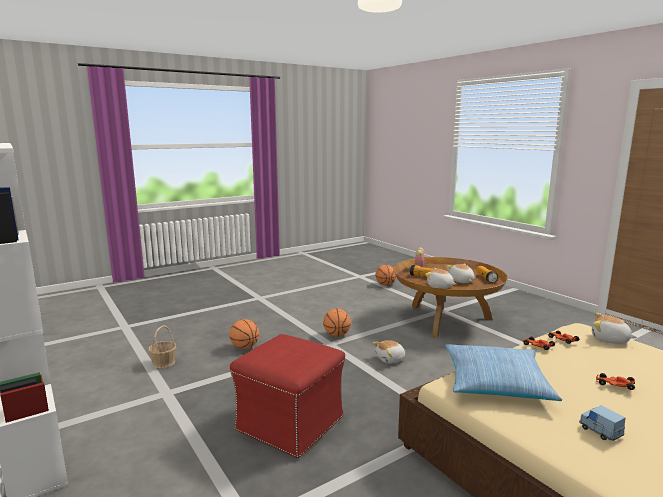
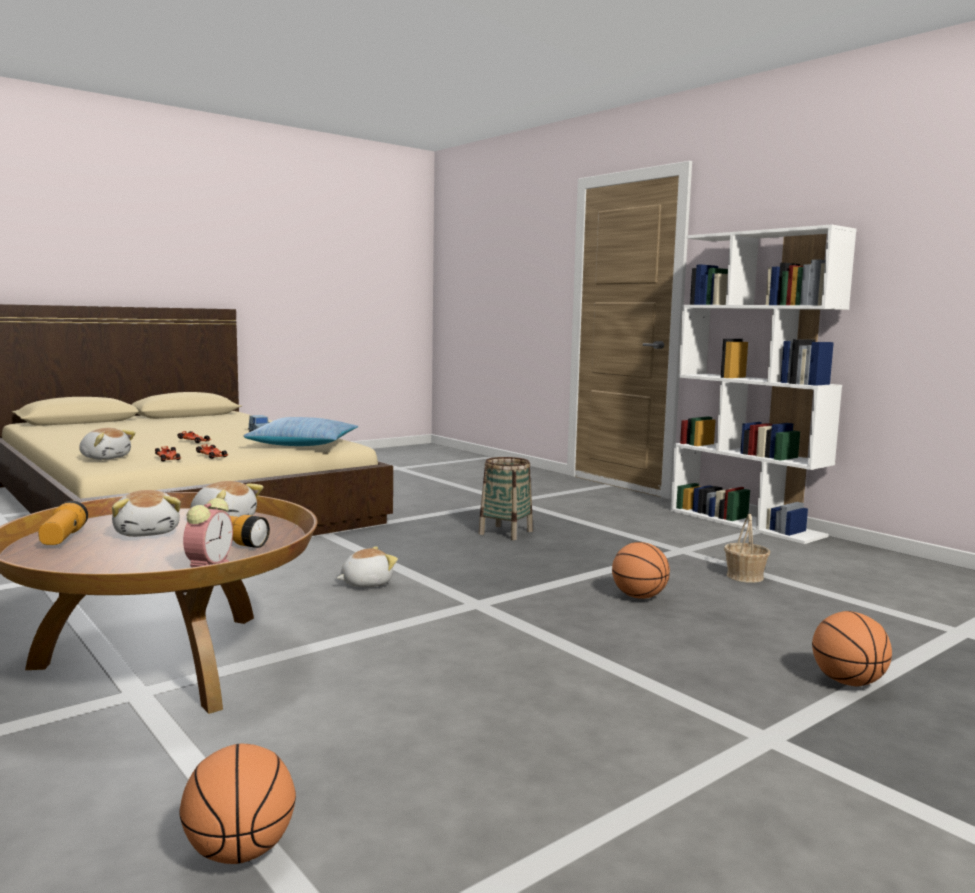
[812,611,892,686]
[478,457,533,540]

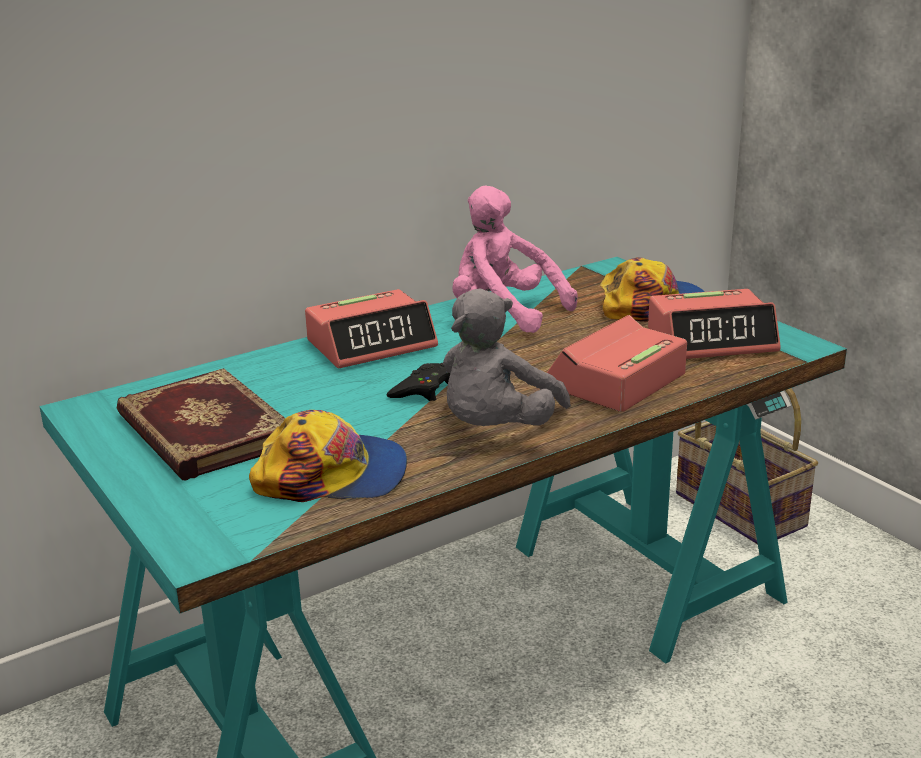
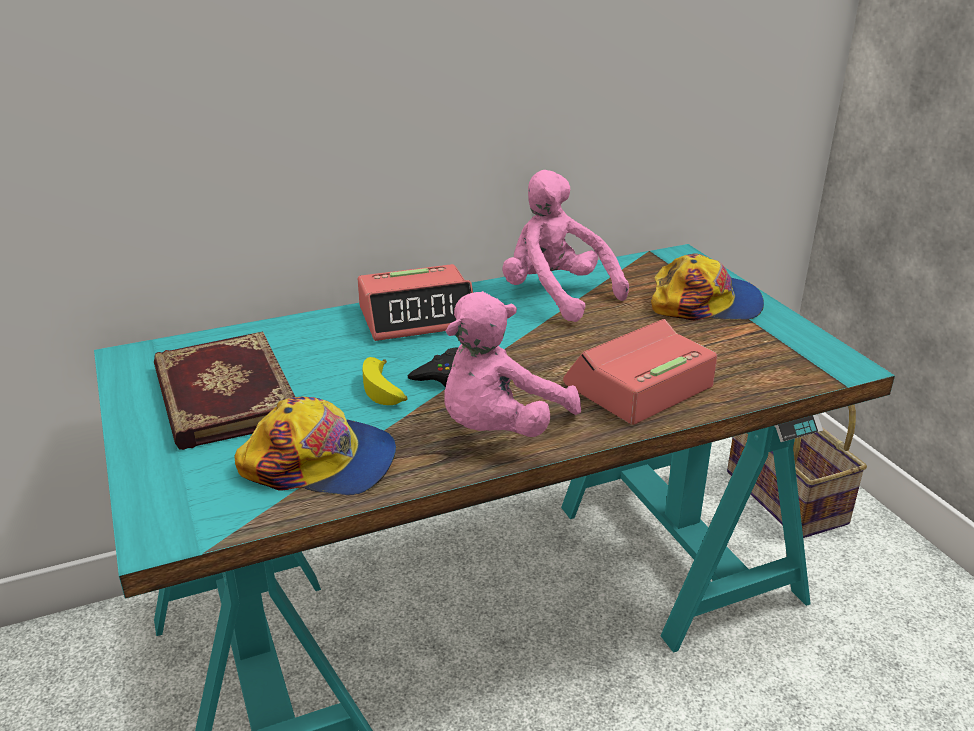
[444,291,581,437]
[648,289,781,359] (first image)
[363,357,407,405]

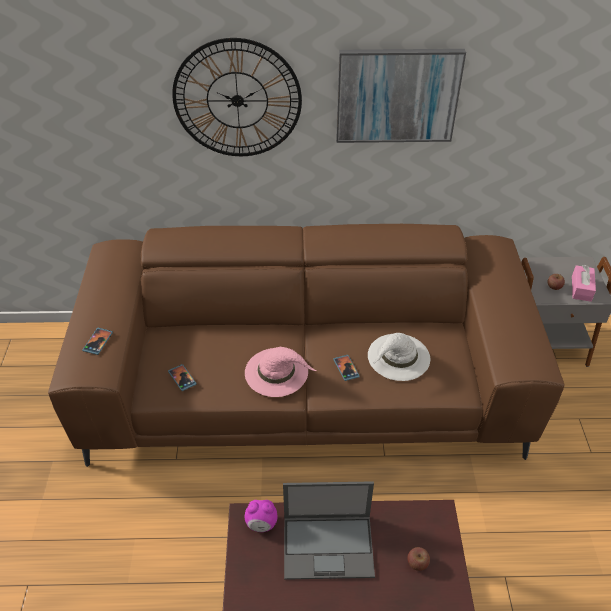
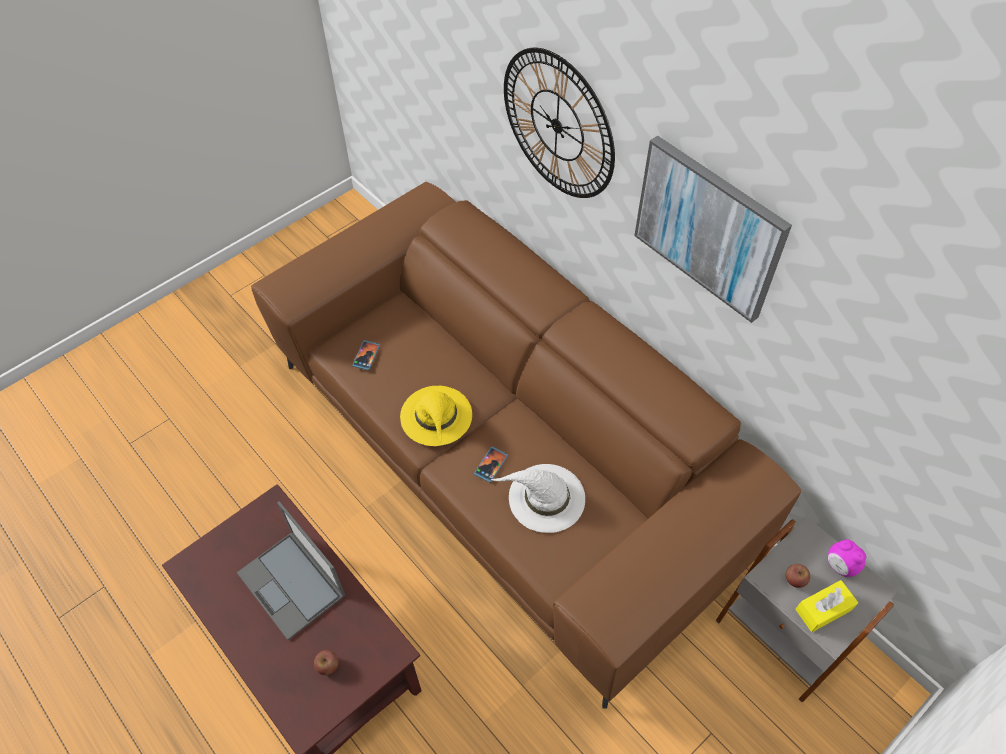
[795,580,858,632]
[82,328,113,355] (first image)
[400,386,472,446]
[828,539,867,577]

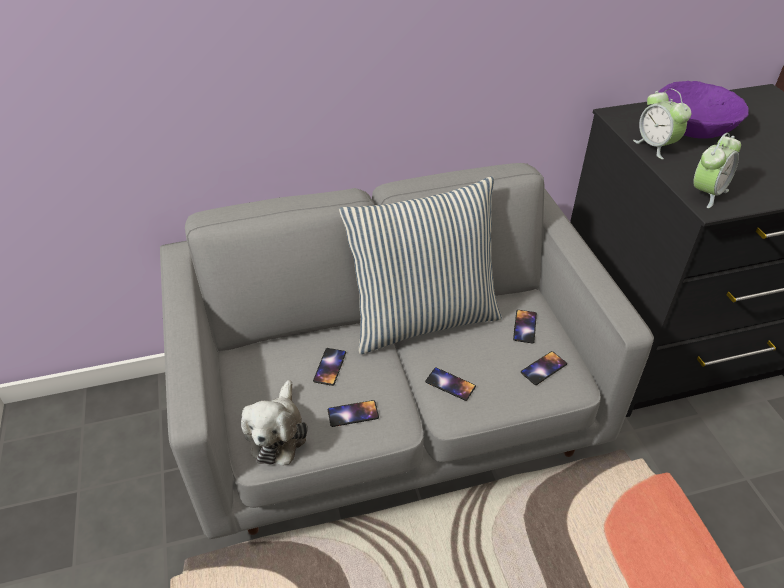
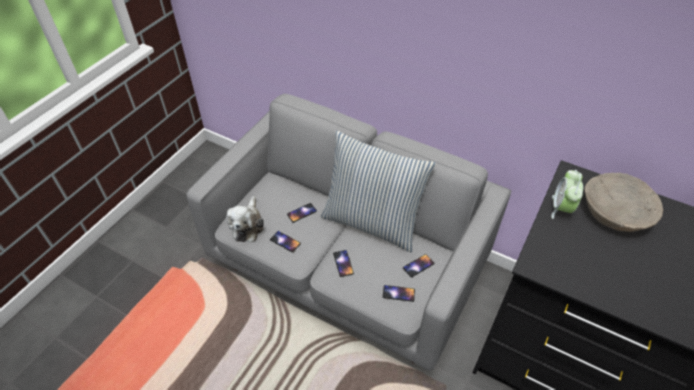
[585,173,663,232]
[693,133,741,208] (first image)
[226,196,264,242]

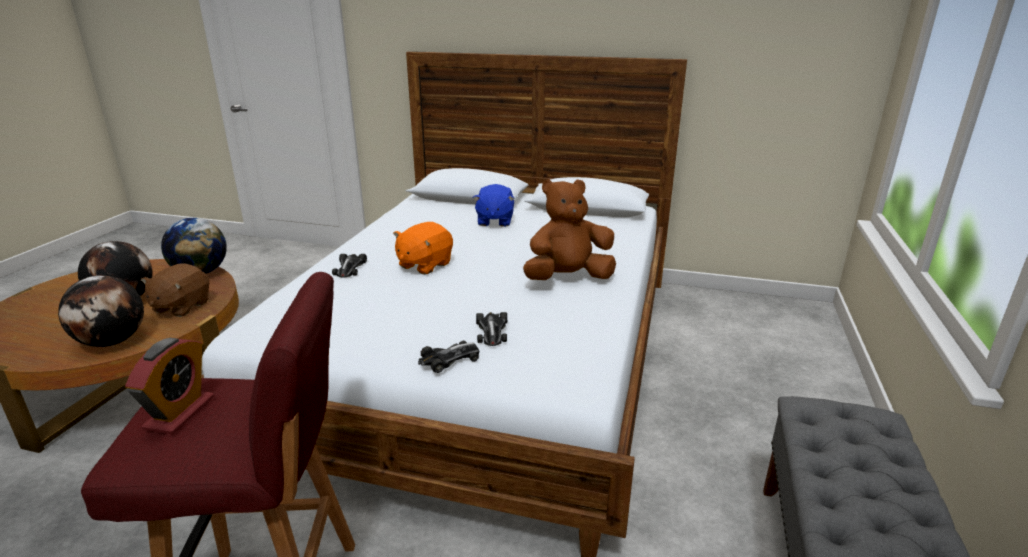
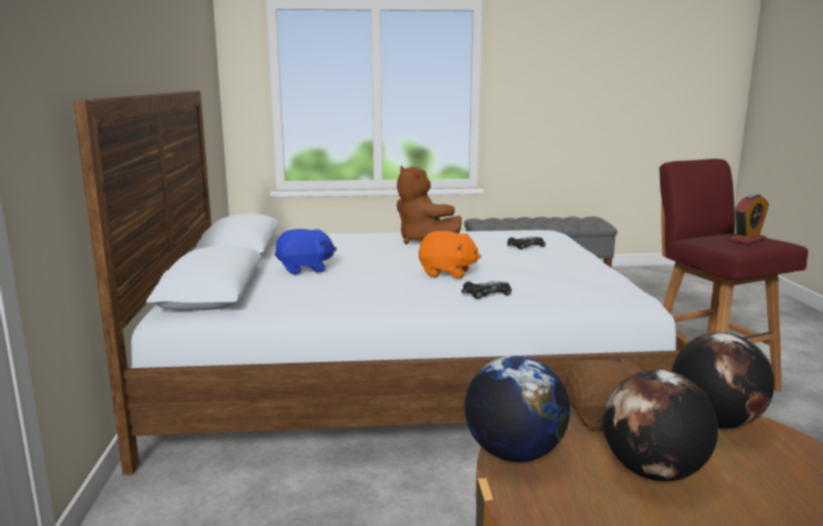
[729,194,769,244]
[418,341,480,373] (first image)

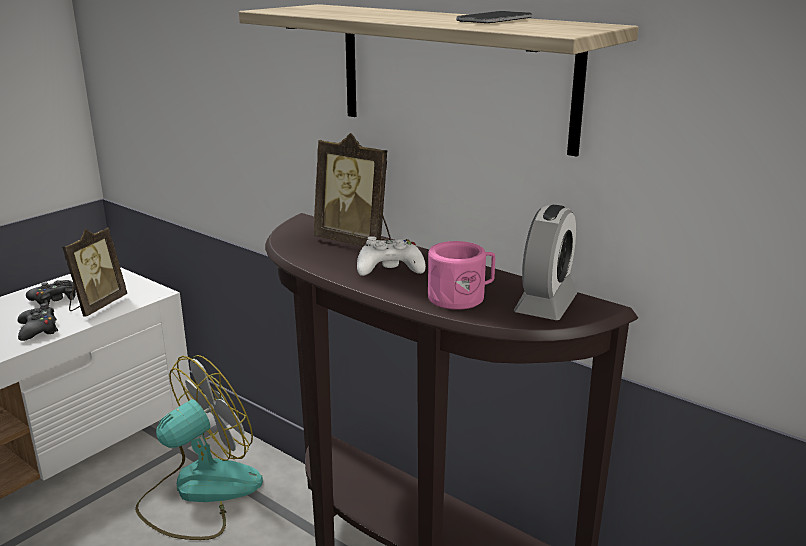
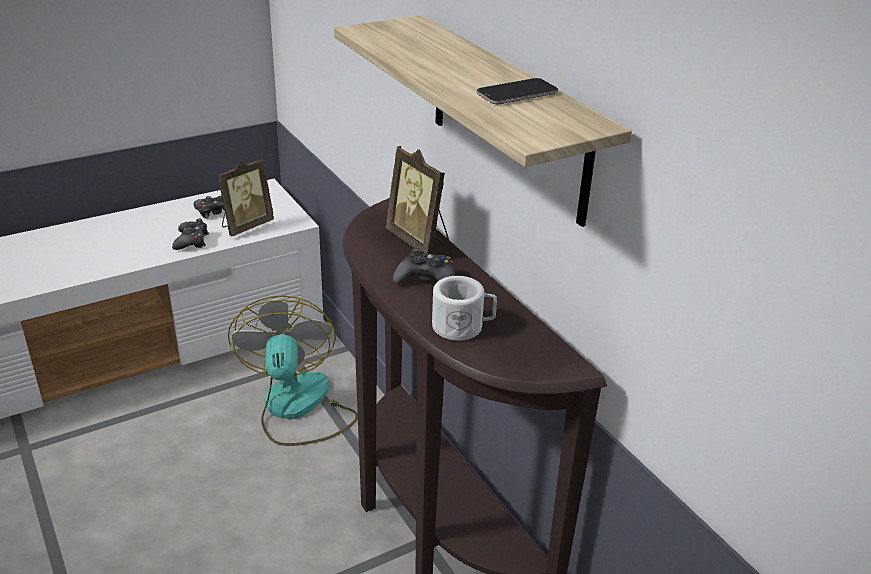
[513,205,577,320] (first image)
[393,248,455,284]
[432,276,497,341]
[228,295,358,446]

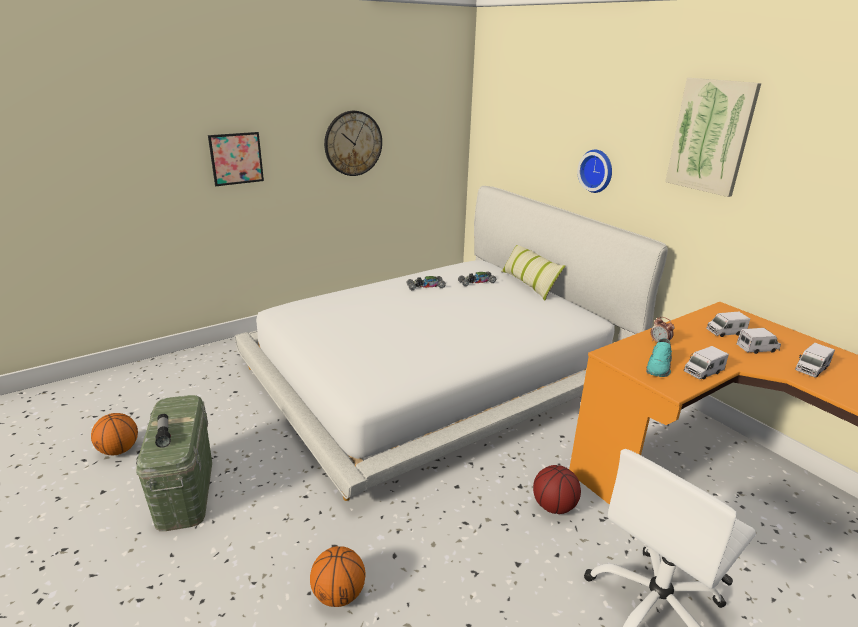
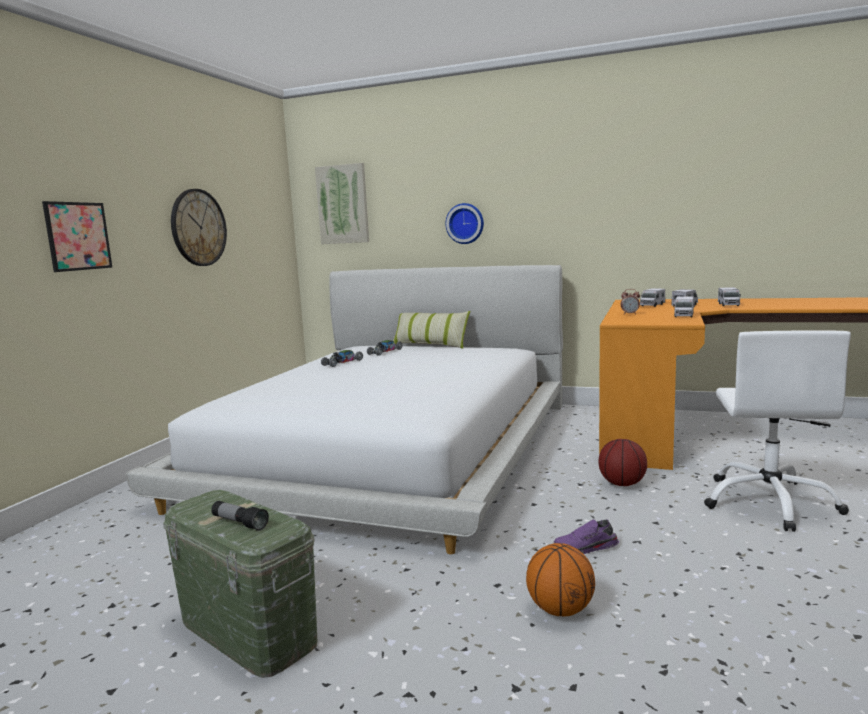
[315,163,369,244]
[646,338,672,377] (first image)
[91,413,138,455] (first image)
[554,520,619,554]

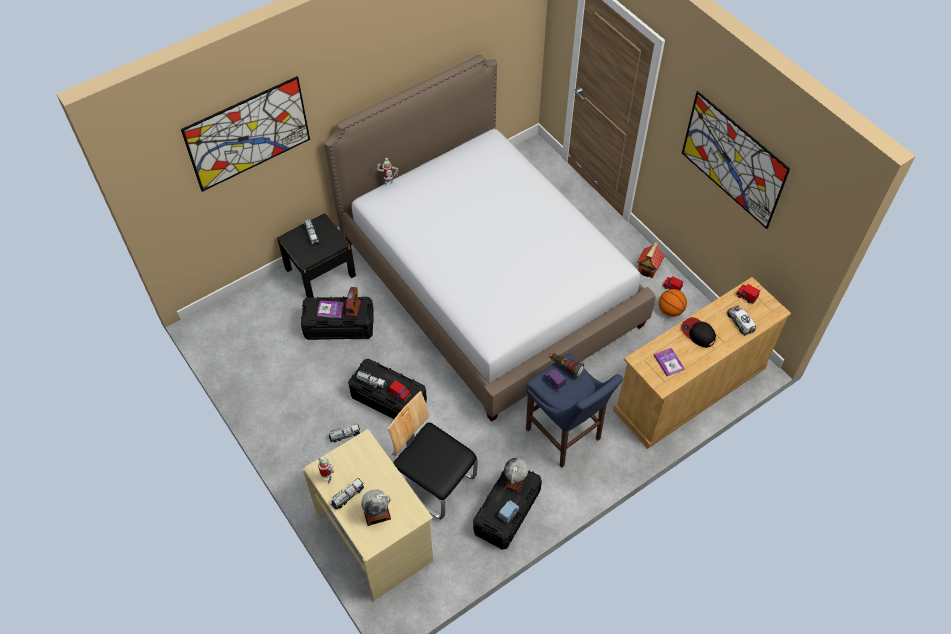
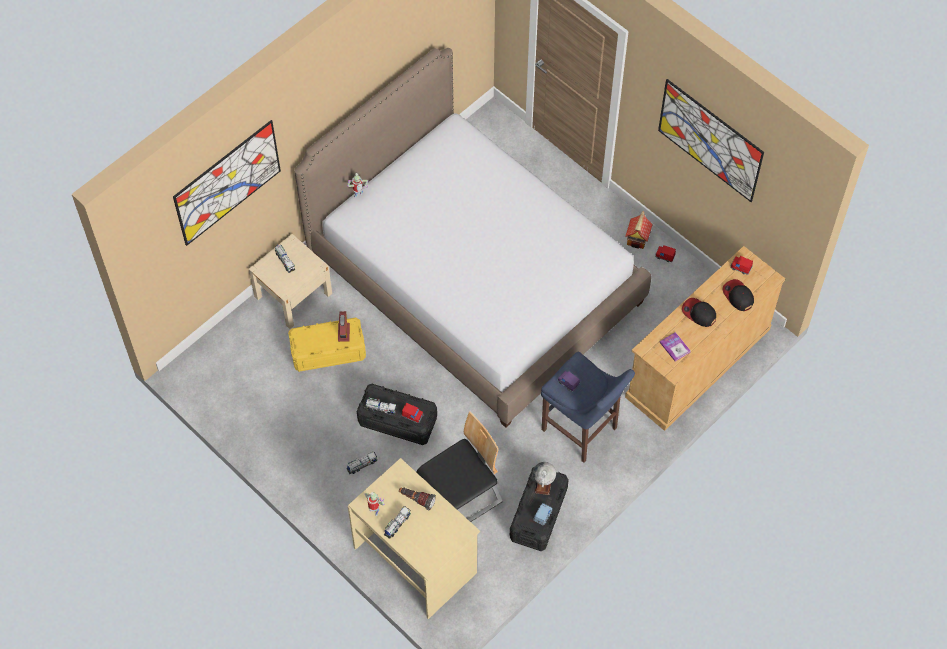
[249,234,332,329]
[659,289,687,317] (first image)
[288,317,366,372]
[317,301,344,318] (first image)
[722,279,754,311]
[399,488,436,510]
[416,412,503,522]
[361,489,391,526] (first image)

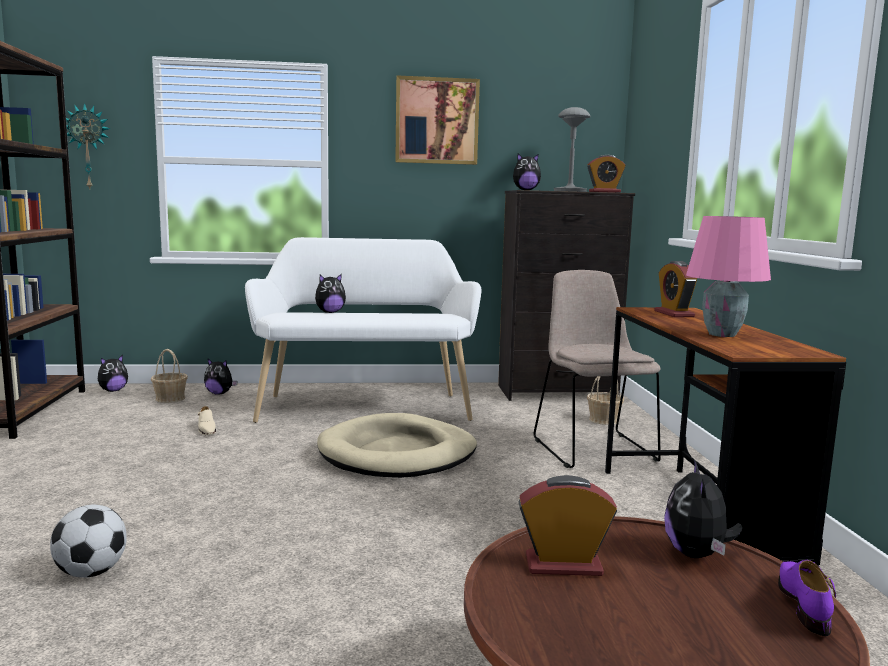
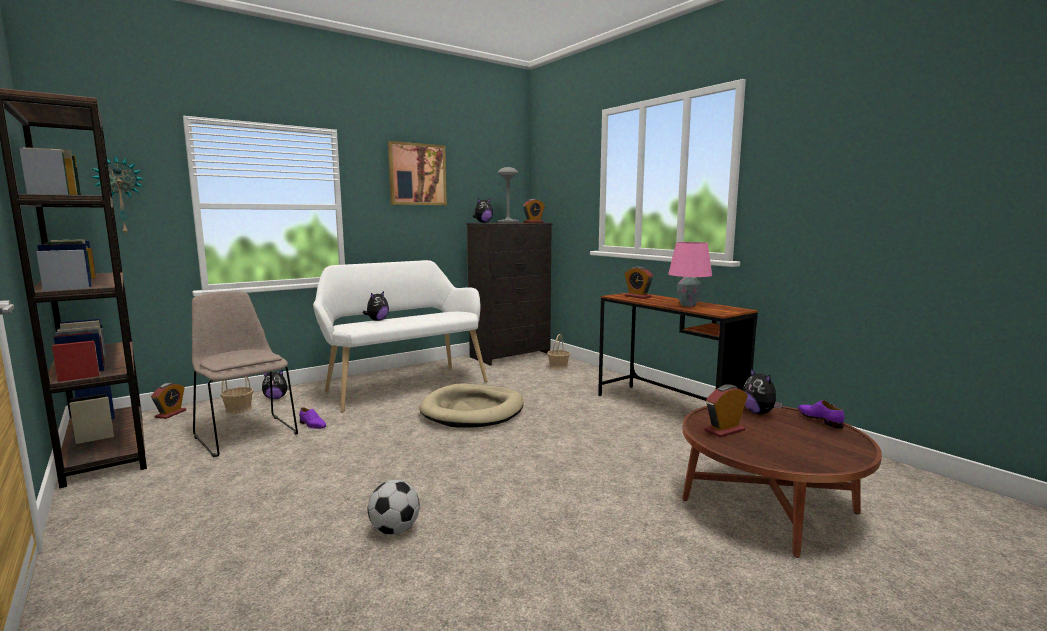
[192,291,298,457]
[151,383,186,419]
[299,407,326,429]

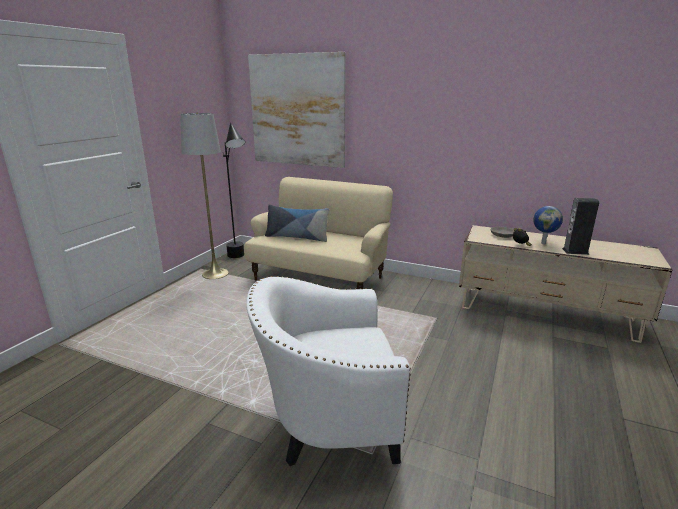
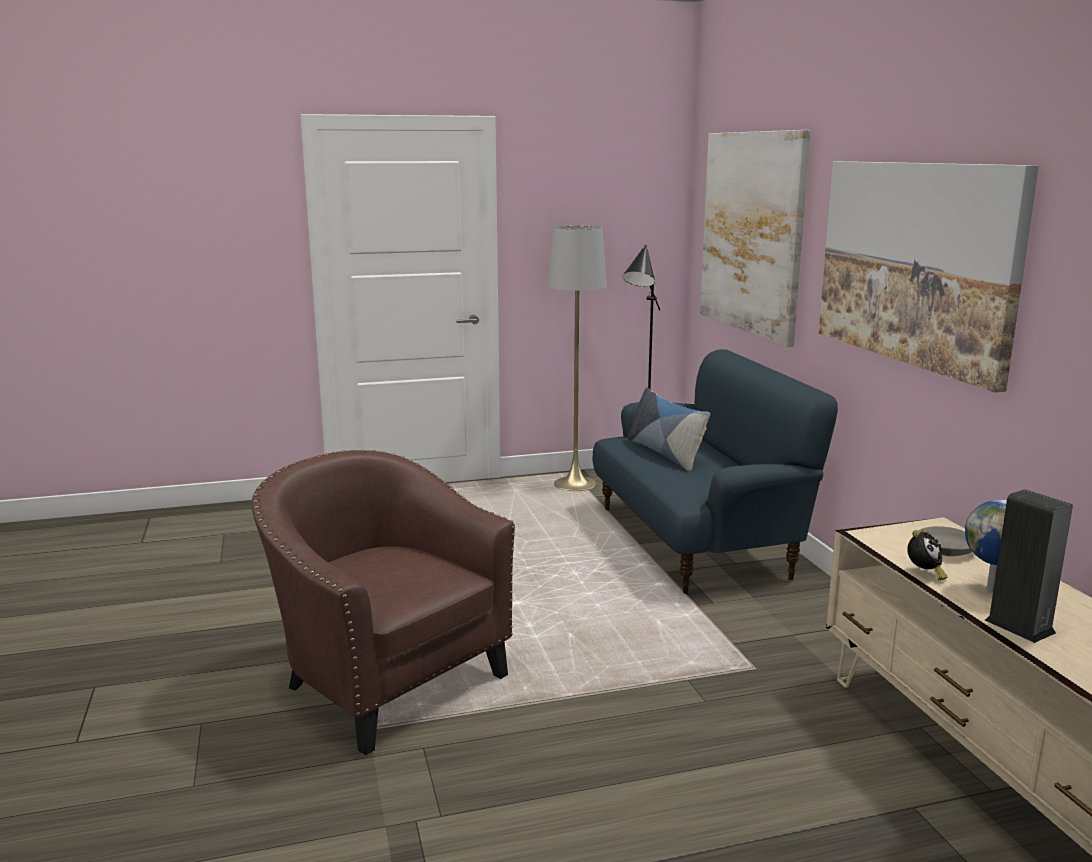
[593,349,838,594]
[251,450,515,755]
[819,161,1039,392]

